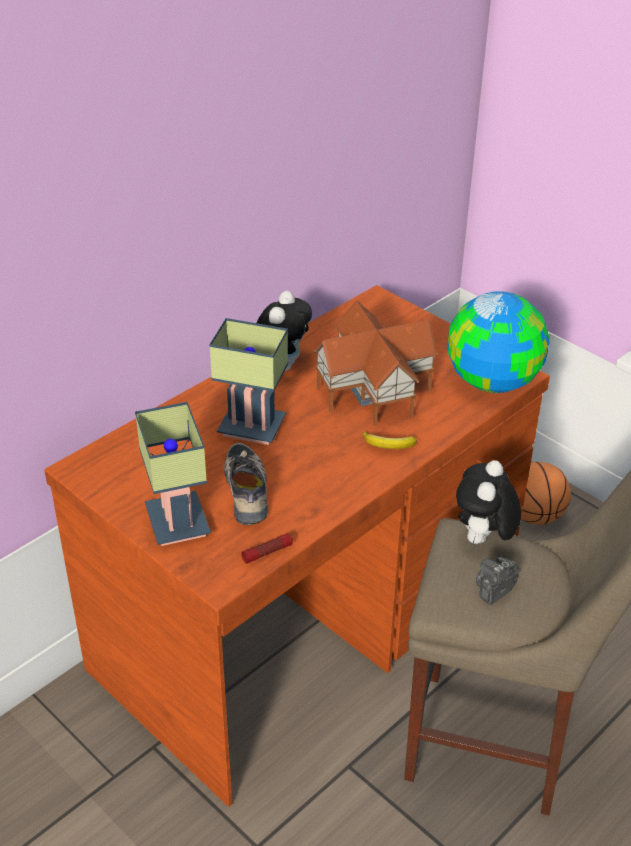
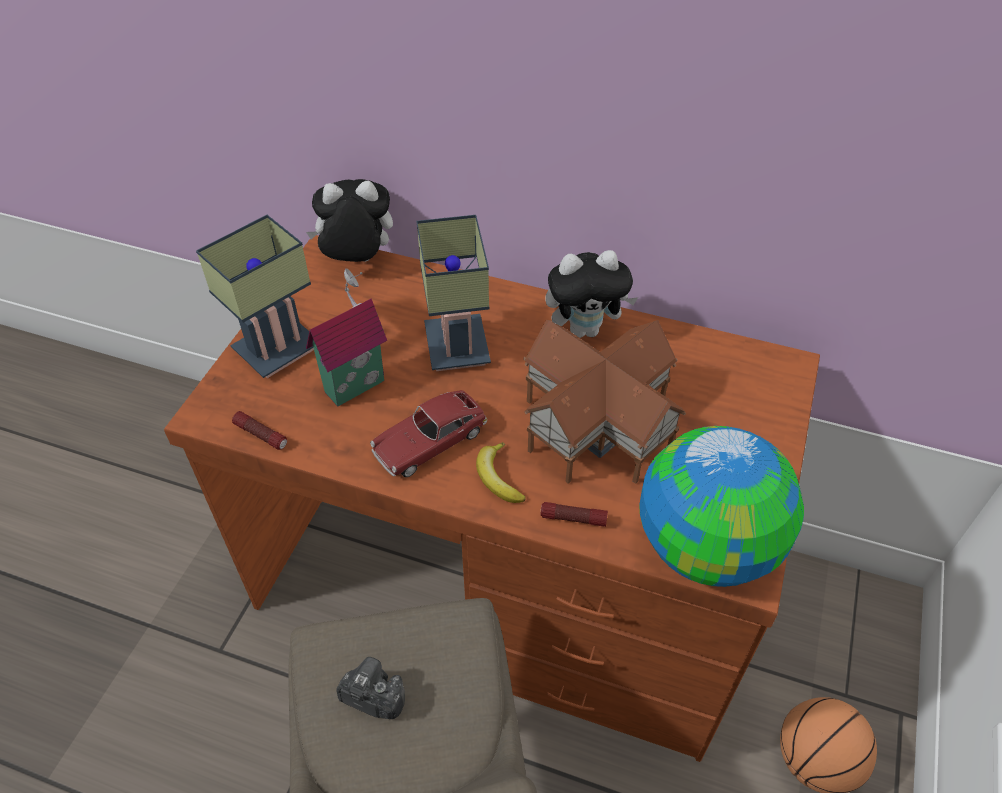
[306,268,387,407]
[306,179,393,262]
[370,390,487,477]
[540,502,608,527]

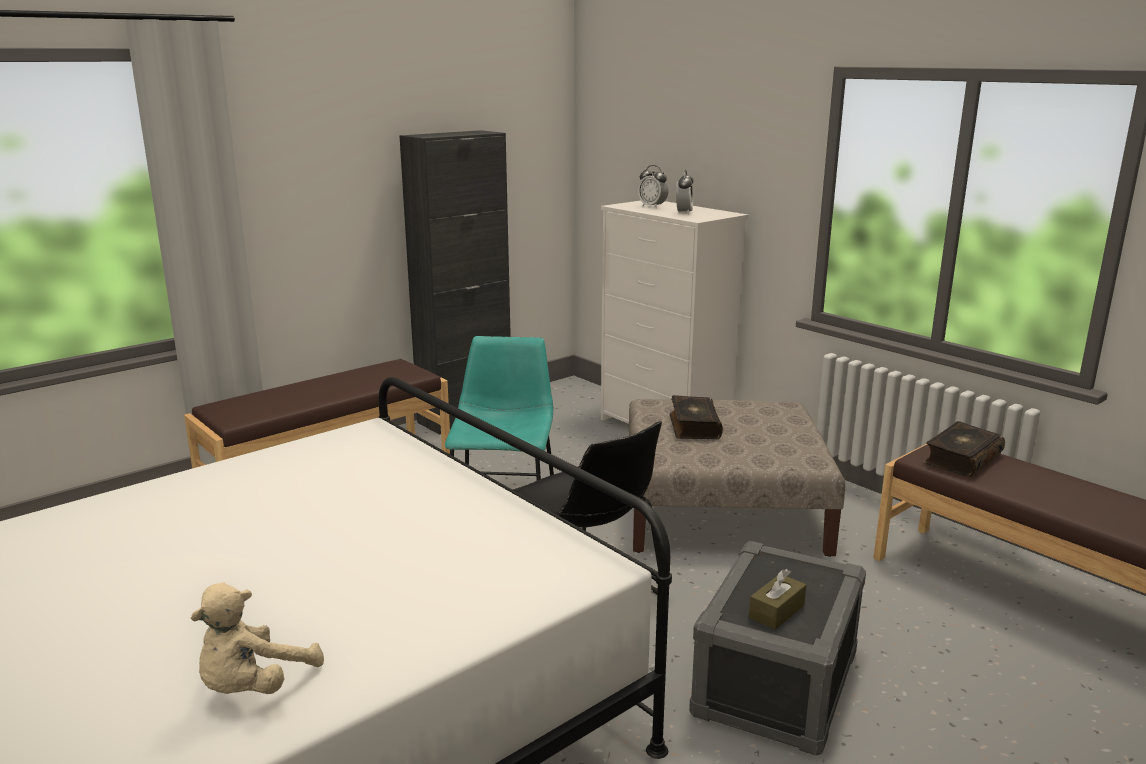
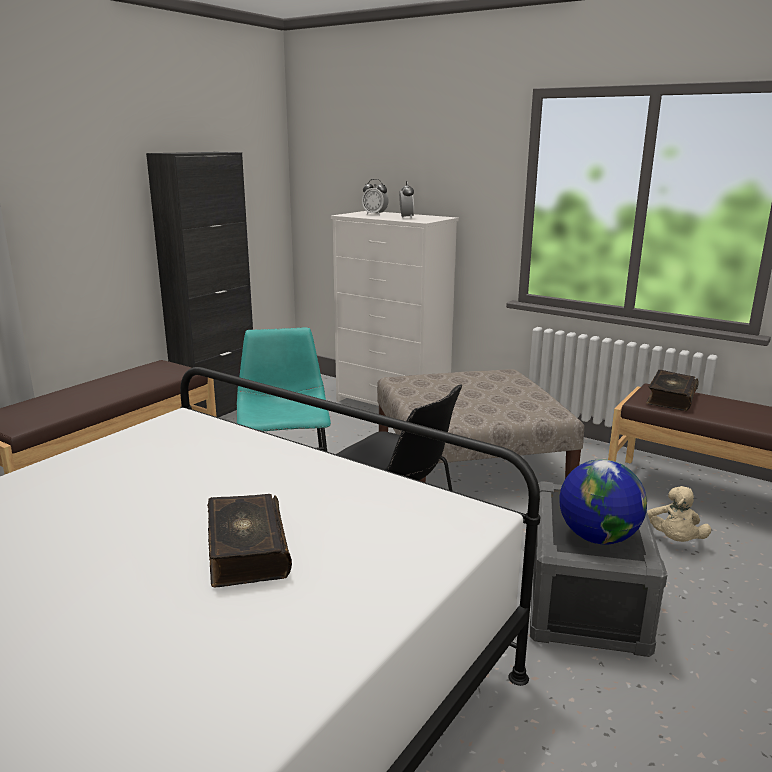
[207,494,292,587]
[560,459,647,544]
[647,486,711,542]

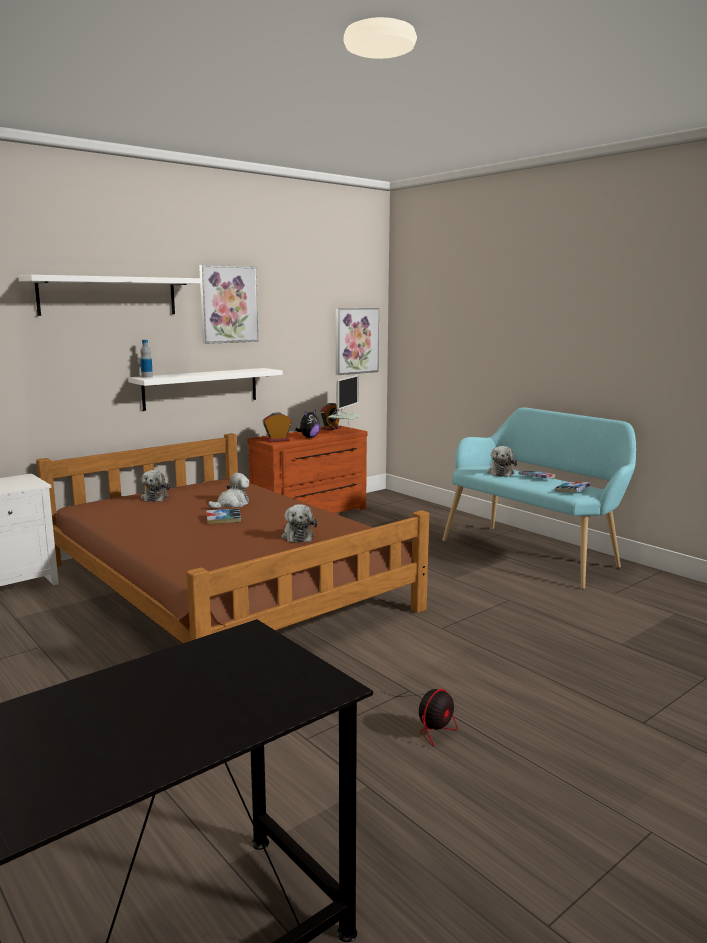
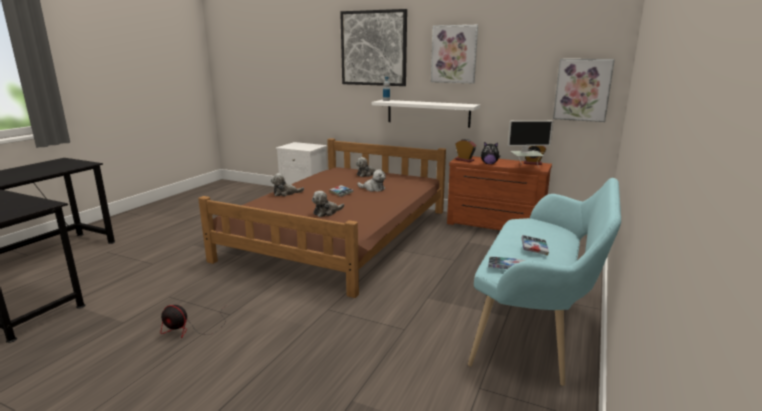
[340,9,407,86]
[271,173,304,196]

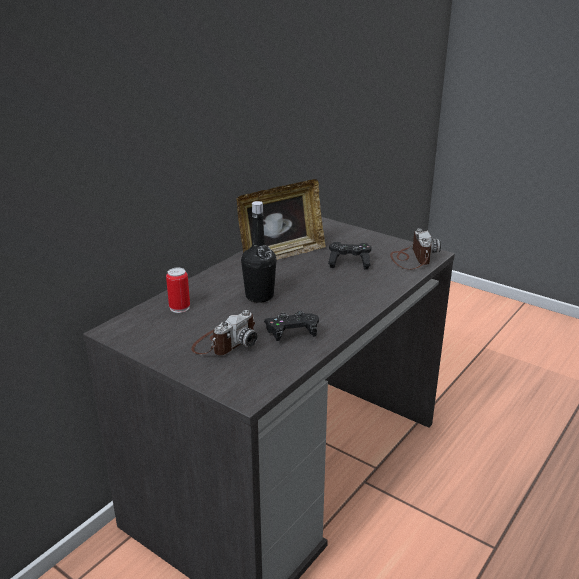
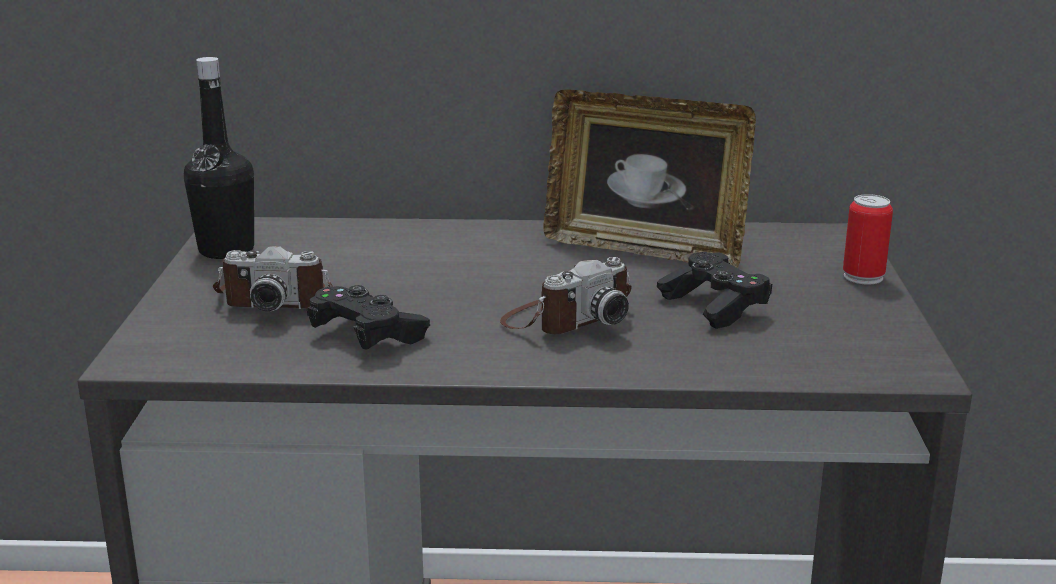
[184,57,254,259]
[500,257,632,334]
[843,194,893,284]

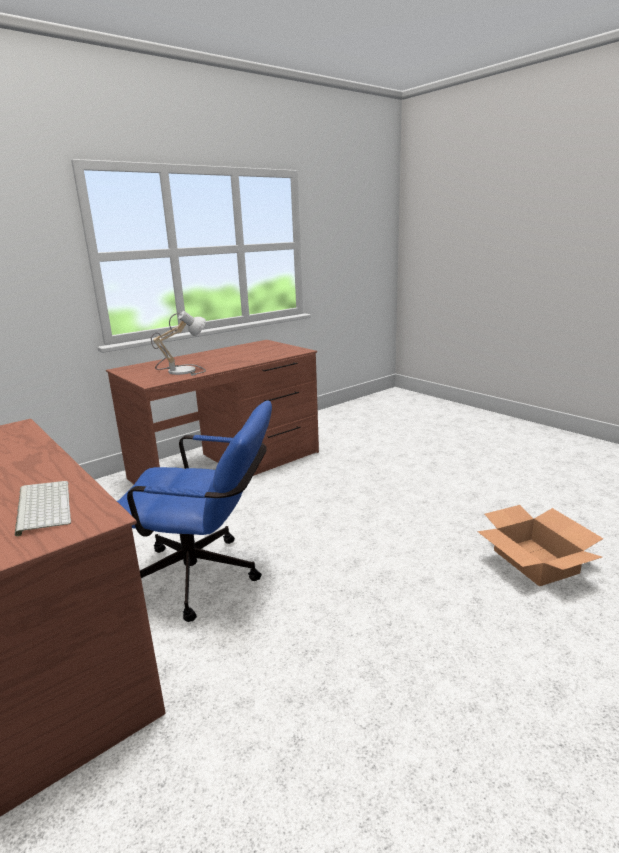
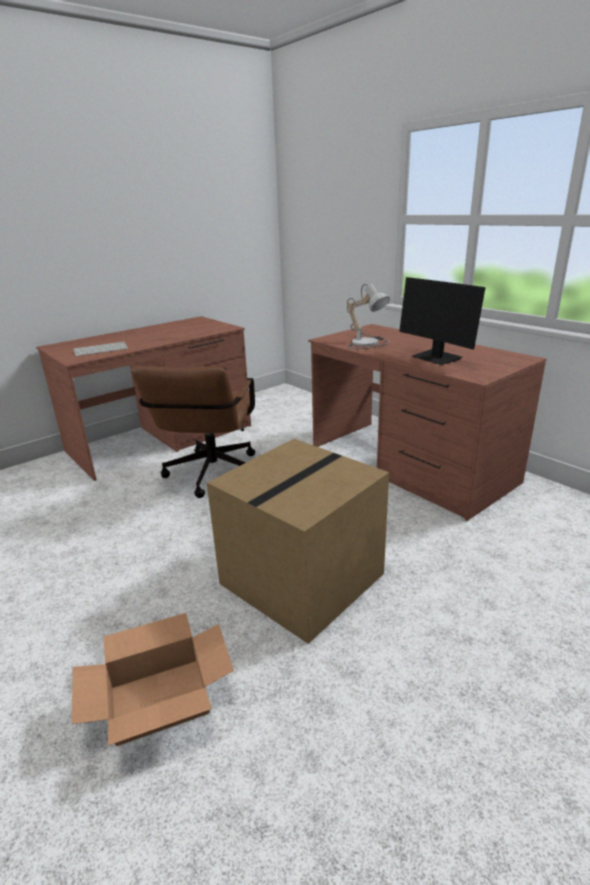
[130,366,255,498]
[399,277,486,365]
[207,439,389,644]

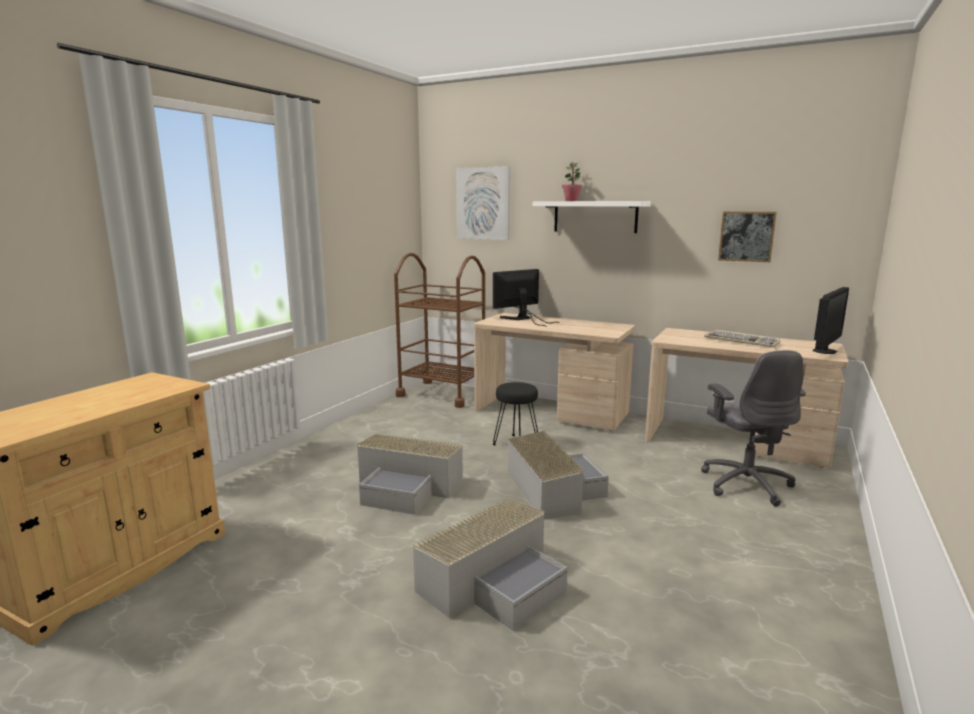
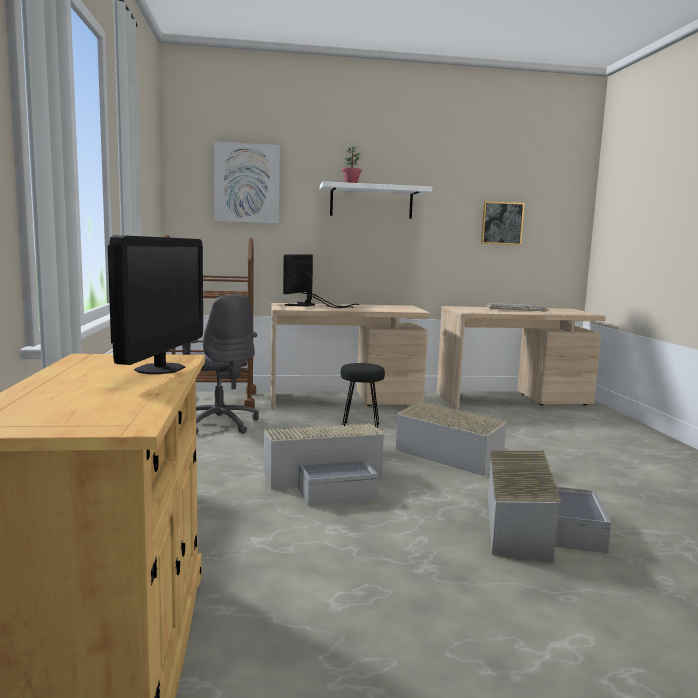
[108,235,203,374]
[181,294,259,434]

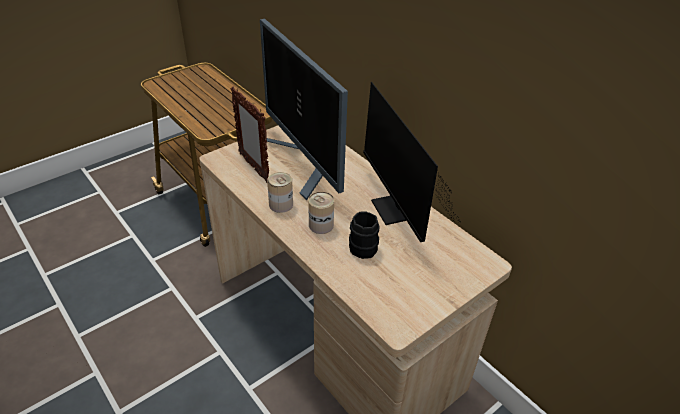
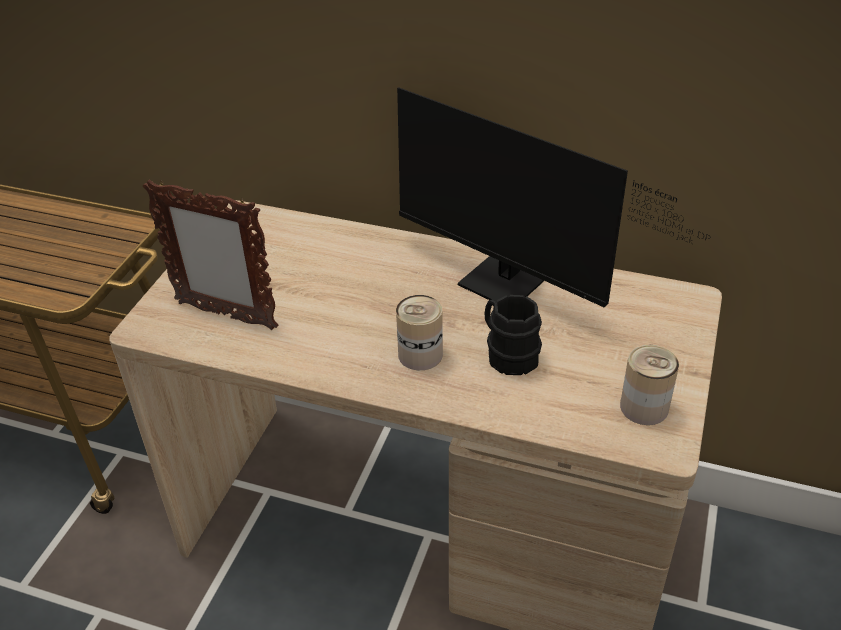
[260,19,348,201] (first image)
[620,345,679,425]

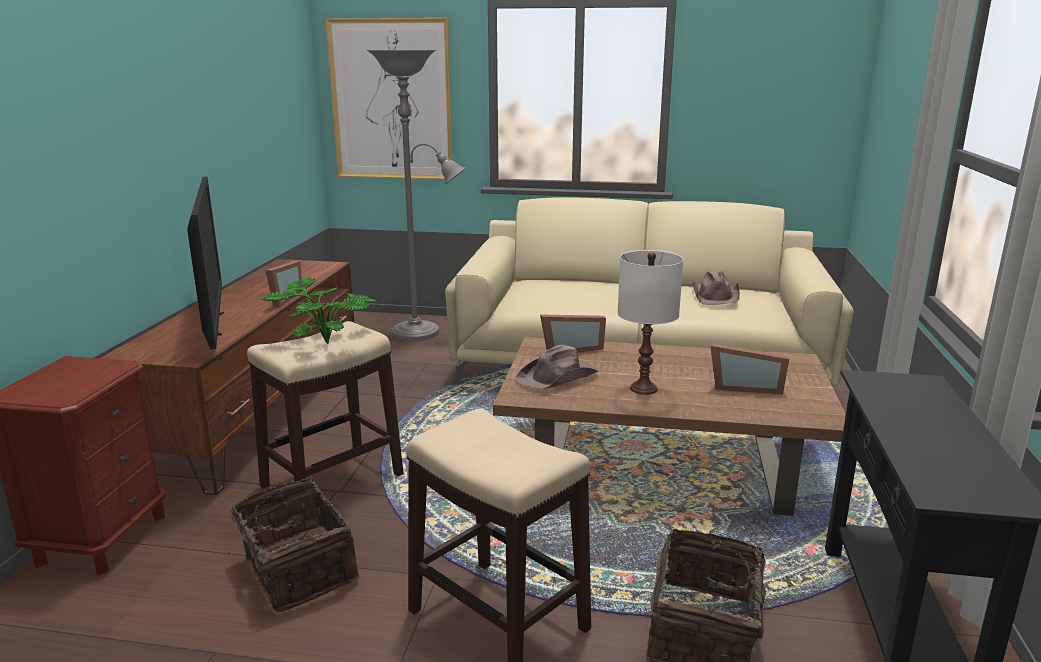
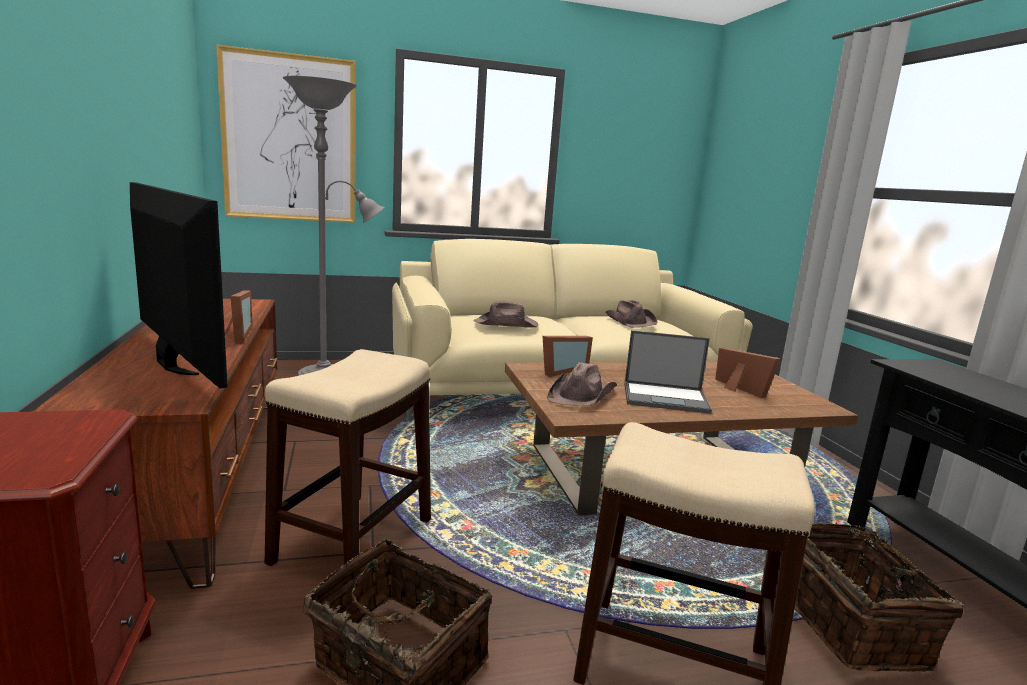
[624,330,712,414]
[262,276,376,344] (first image)
[715,348,781,398]
[473,301,538,328]

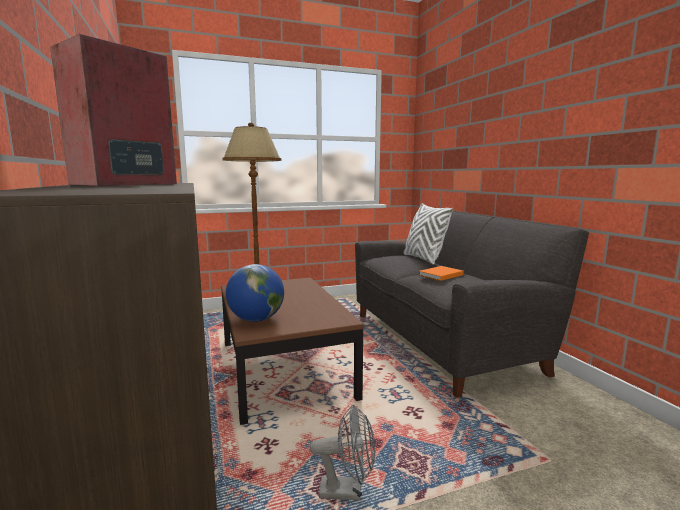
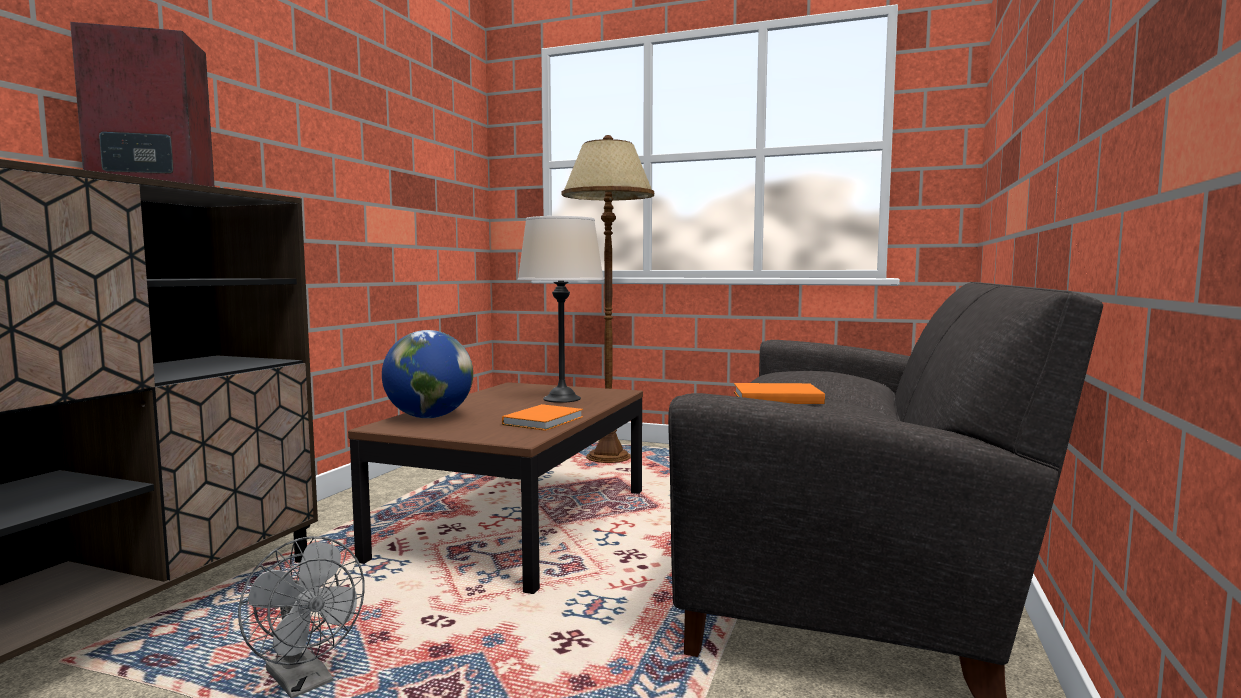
[404,203,454,265] (first image)
[518,216,604,403]
[502,404,583,431]

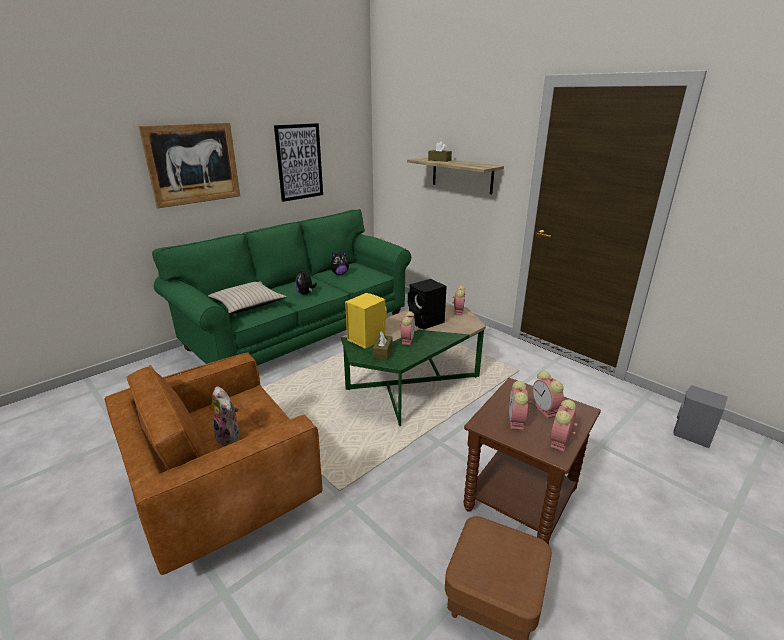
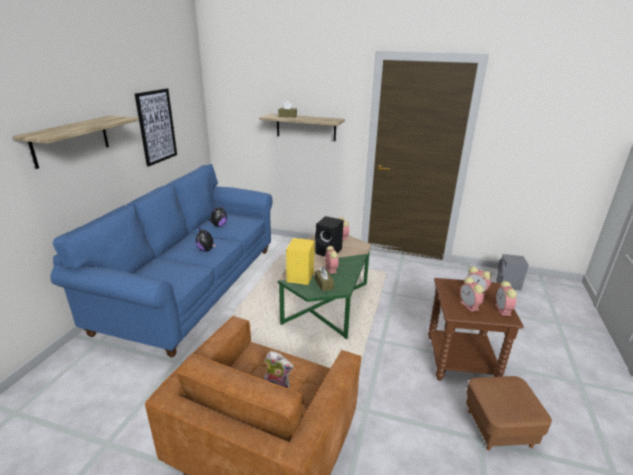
[13,115,139,169]
[50,164,273,357]
[208,282,287,314] (first image)

